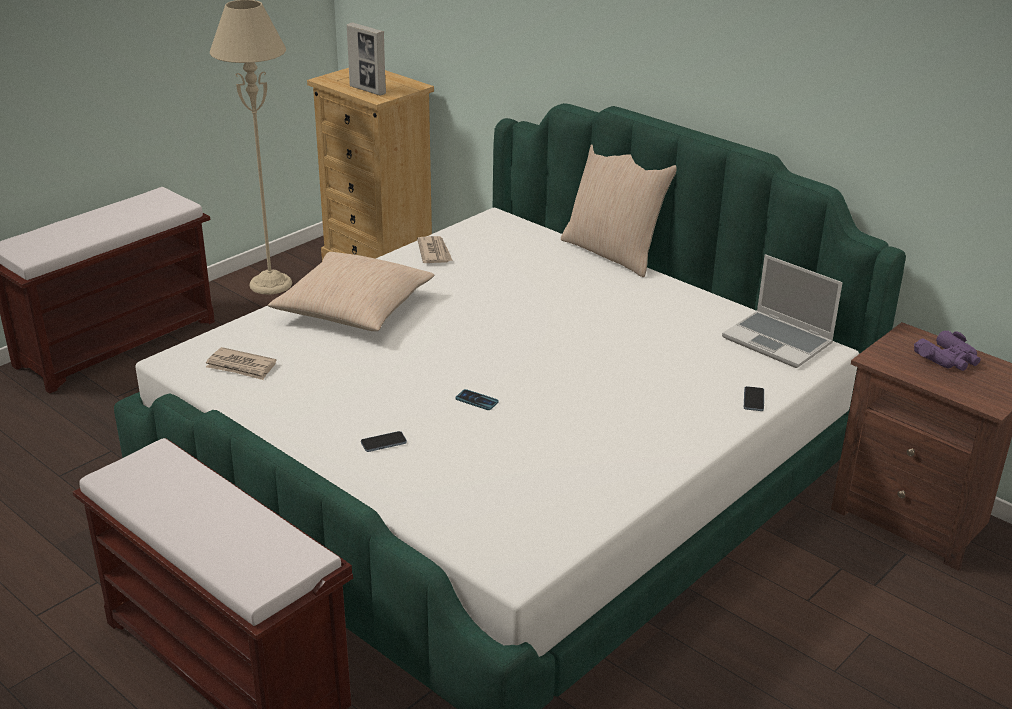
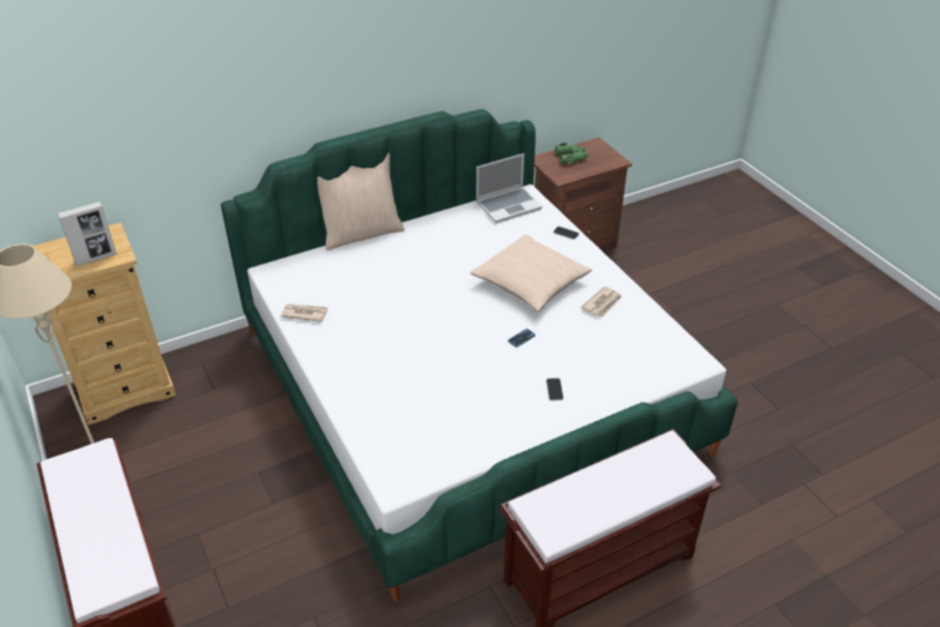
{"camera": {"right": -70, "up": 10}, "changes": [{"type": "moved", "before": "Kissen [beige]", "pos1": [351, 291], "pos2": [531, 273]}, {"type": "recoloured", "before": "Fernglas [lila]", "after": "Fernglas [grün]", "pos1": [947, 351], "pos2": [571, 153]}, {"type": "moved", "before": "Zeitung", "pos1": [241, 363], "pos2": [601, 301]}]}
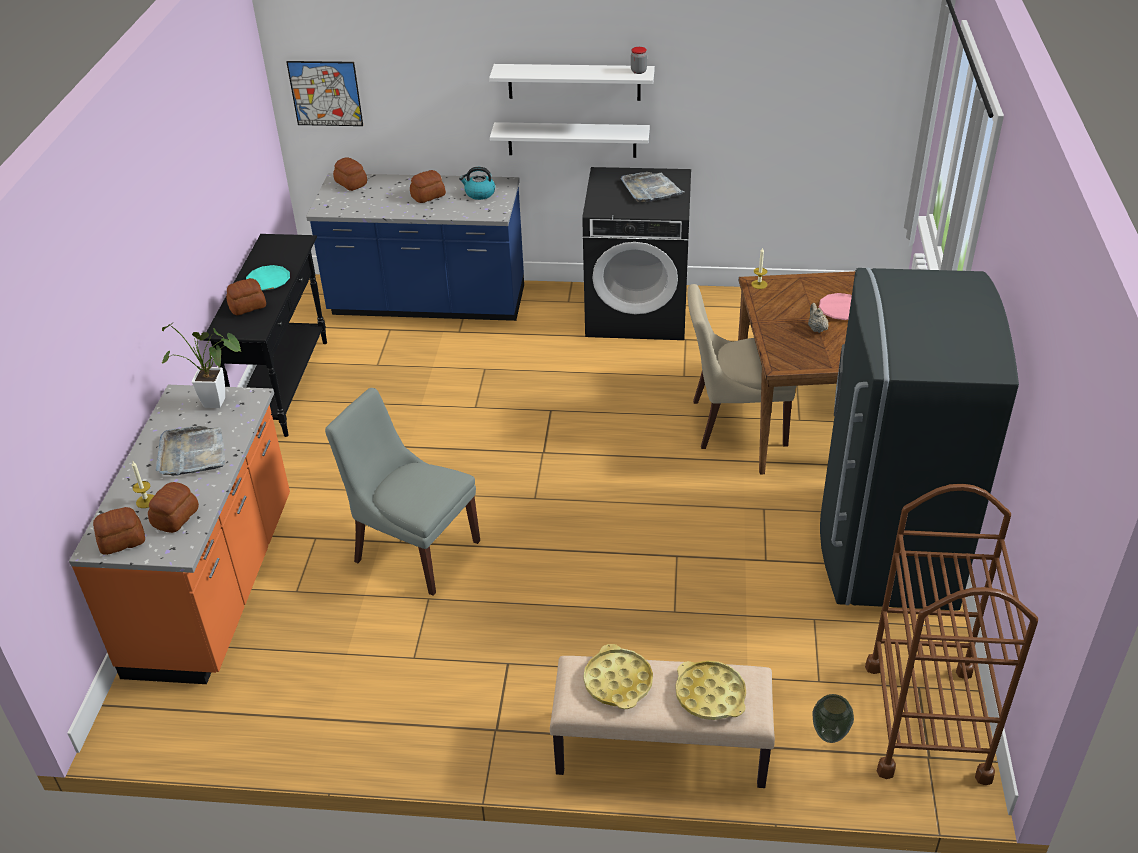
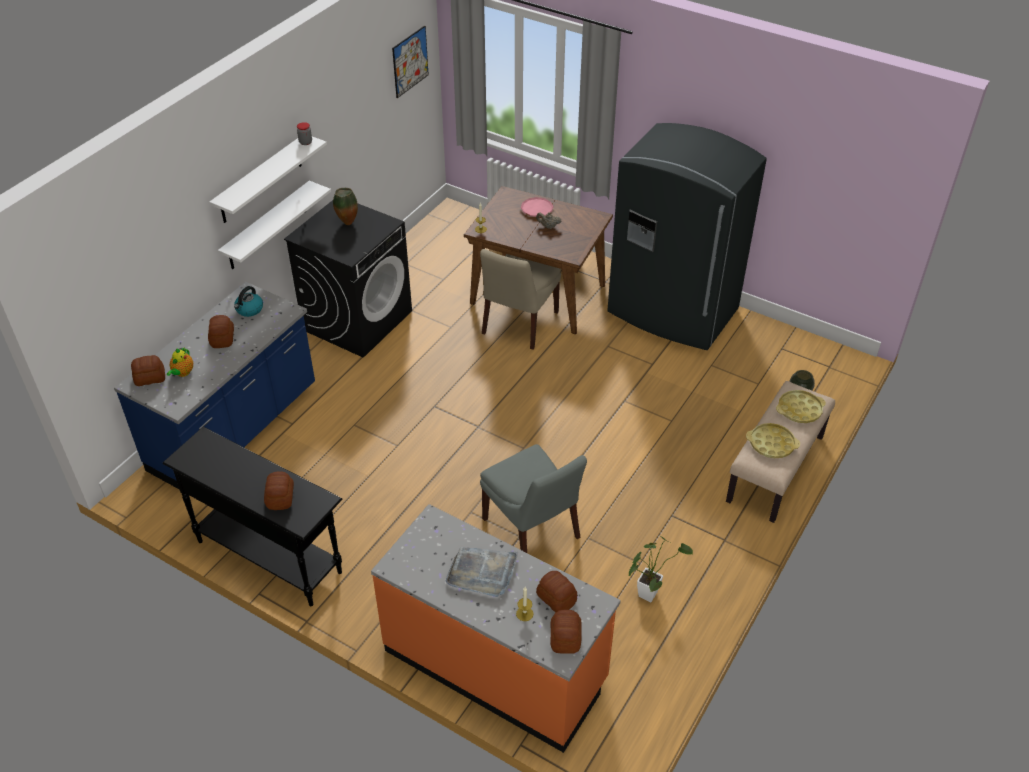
{"camera": {"right": -65, "up": 5}, "changes": [{"type": "added", "after": "Teekanne", "pos2": [180, 362]}, {"type": "replaced", "before": "Tablett [grau]", "after": "Vase", "pos1": [652, 187], "pos2": [345, 206]}, {"type": "moved", "before": "Bild", "pos1": [324, 93], "pos2": [410, 62]}, {"type": "turned", "before": "Stuhl [grau]", "pos1": [402, 492], "pos2": [533, 498], "turn": -90}, {"type": "moved", "before": "Topfpflanze", "pos1": [201, 365], "pos2": [661, 569]}, {"type": "removed", "before": "Teller [türkis]", "pos1": [268, 278]}, {"type": "removed", "before": "Rollwagen [braun]", "pos1": [951, 634]}]}
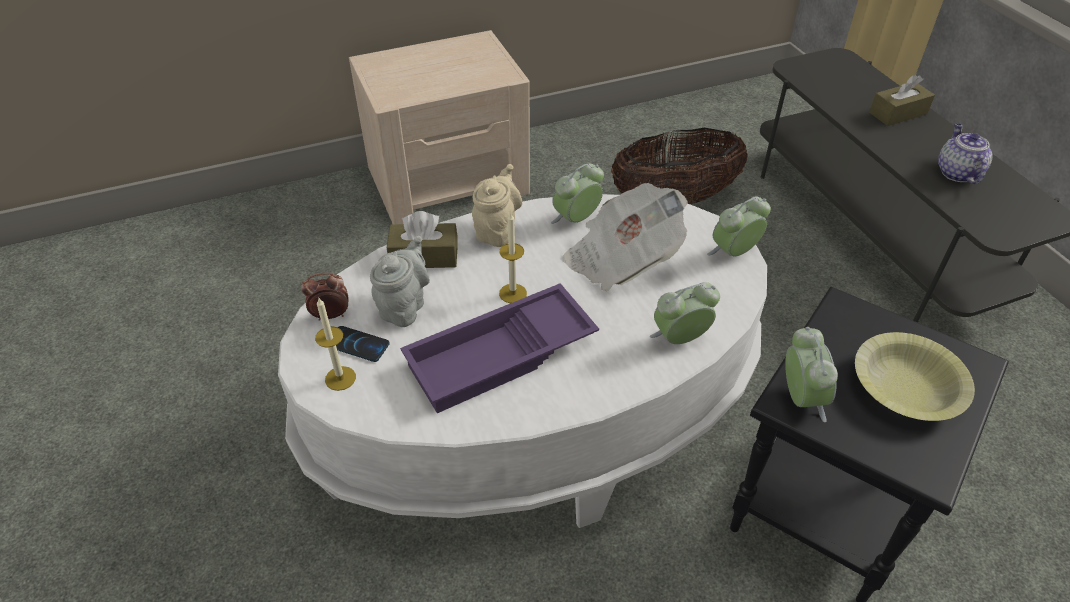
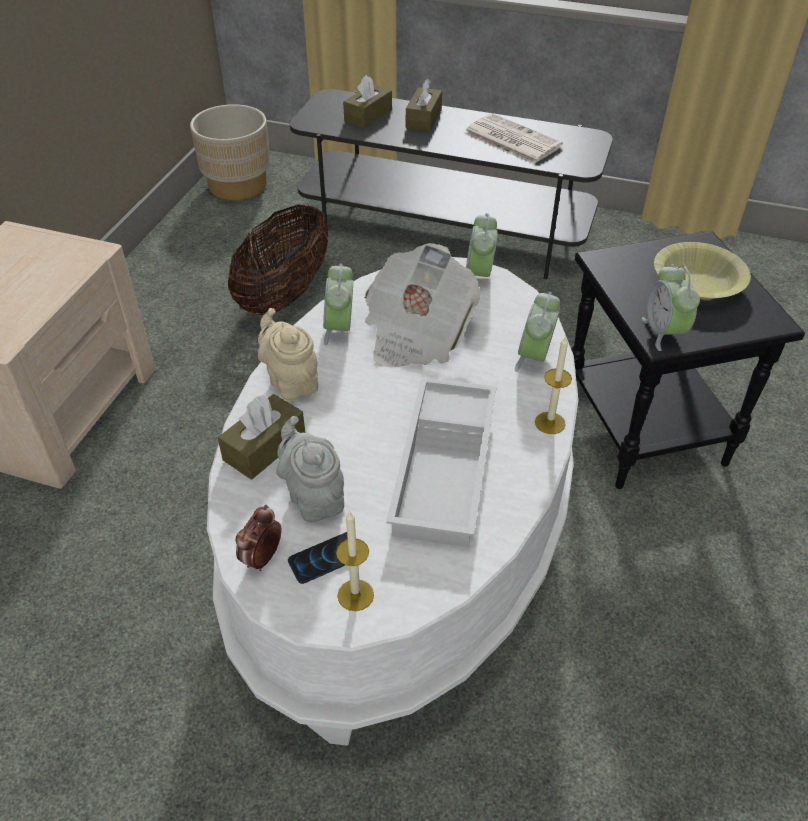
{"camera": {"right": -50, "up": 0}, "changes": [{"type": "added", "after": "Pflanzkübel [beige]", "pos2": [230, 152]}, {"type": "added", "after": "Taschentuchbox [braun]", "pos2": [367, 101]}, {"type": "recoloured", "before": "Tablett [lila]", "after": "Tablett [weiß]", "pos1": [499, 348], "pos2": [441, 462]}, {"type": "replaced", "before": "Teekanne", "after": "Zeitung", "pos1": [965, 153], "pos2": [513, 138]}, {"type": "moved", "before": "Kerze", "pos1": [513, 258], "pos2": [553, 385]}, {"type": "turned", "before": "Wecker", "pos1": [811, 374], "pos2": [671, 307], "turn": -135}]}
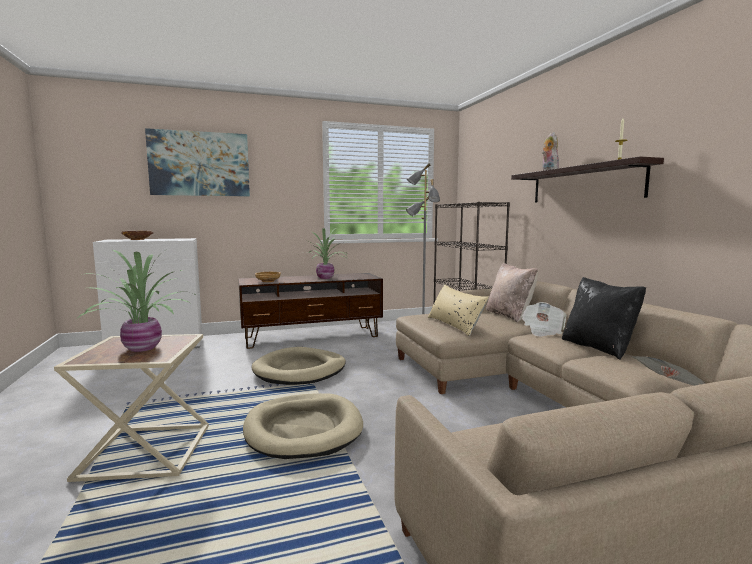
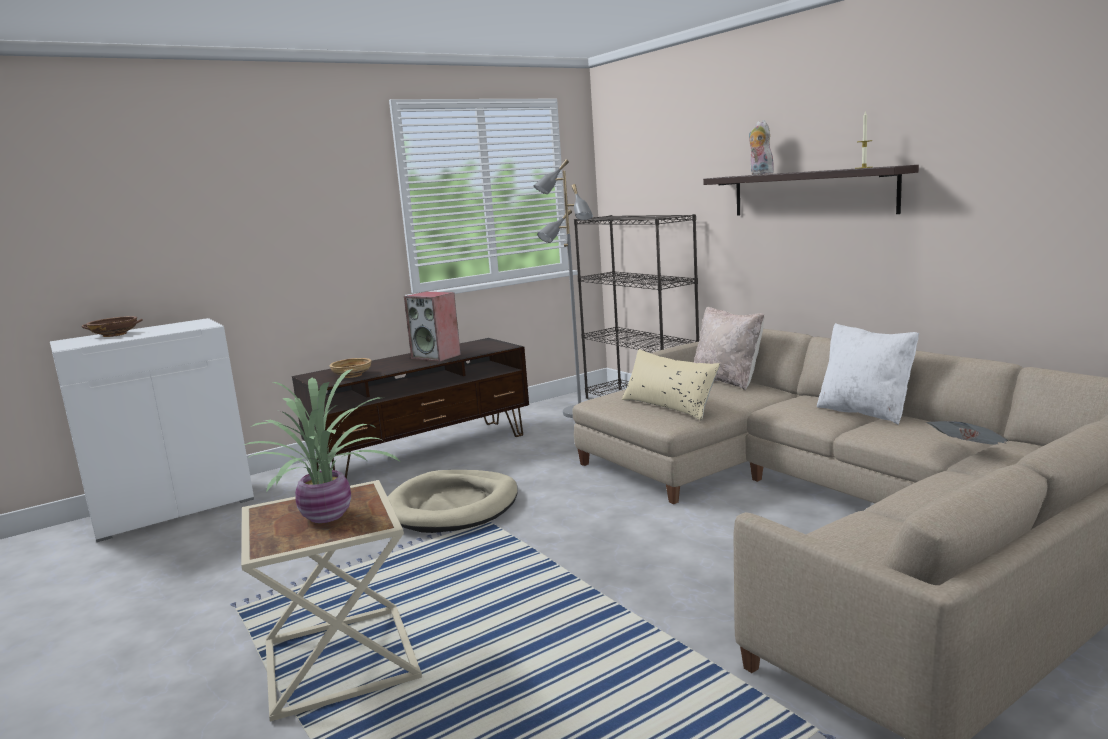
{"camera": {"right": -15, "up": 5}, "changes": [{"type": "replaced", "before": "Topfpflanze", "after": "Lautsprecher", "pos1": [325, 253], "pos2": [432, 327]}, {"type": "recoloured", "before": "Kissen [schwarz]", "after": "Kissen [weiß]", "pos1": [604, 318], "pos2": [868, 374]}, {"type": "removed", "before": "Bild", "pos1": [197, 162]}, {"type": "removed", "before": "Hundebett [beige]", "pos1": [303, 426]}, {"type": "removed", "before": "Zeitung", "pos1": [544, 319]}]}
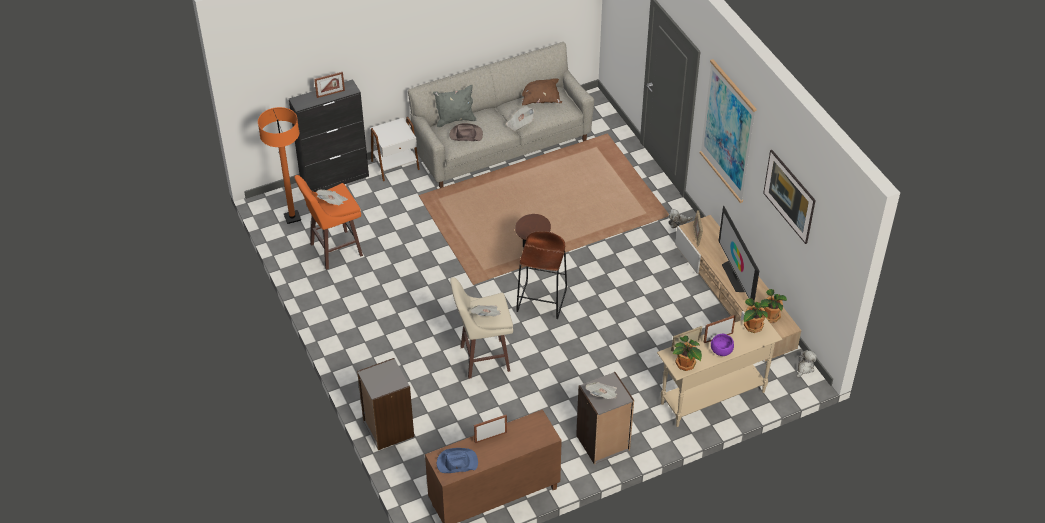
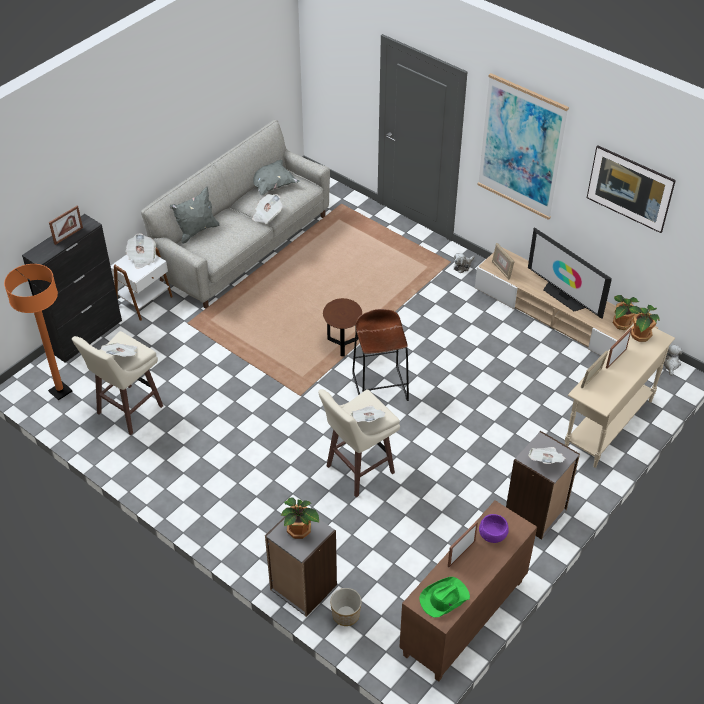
{"camera": {"right": -25, "up": 0}, "changes": [{"type": "recoloured", "before": "Hocker [orange]", "after": "Hocker [beige]", "pos1": [328, 222], "pos2": [117, 383]}, {"type": "added", "after": "Zeitung", "pos2": [140, 251]}, {"type": "recoloured", "before": "Kissen [braun]", "after": "Kissen [grau]", "pos1": [542, 91], "pos2": [276, 177]}, {"type": "moved", "before": "Topfpflanze", "pos1": [687, 353], "pos2": [299, 518]}, {"type": "added", "after": "Pflanzkübel", "pos2": [346, 607]}, {"type": "recoloured", "before": "Hut [blau]", "after": "Hut [grün]", "pos1": [457, 460], "pos2": [444, 597]}, {"type": "moved", "before": "Schüssel [lila]", "pos1": [722, 345], "pos2": [494, 528]}, {"type": "removed", "before": "Hut [braun]", "pos1": [466, 132]}]}
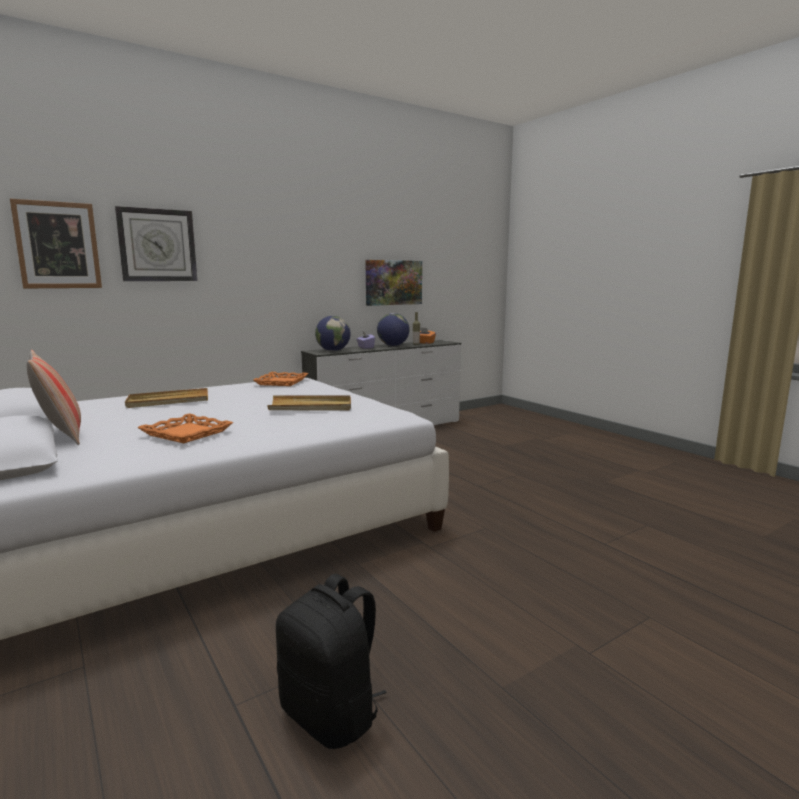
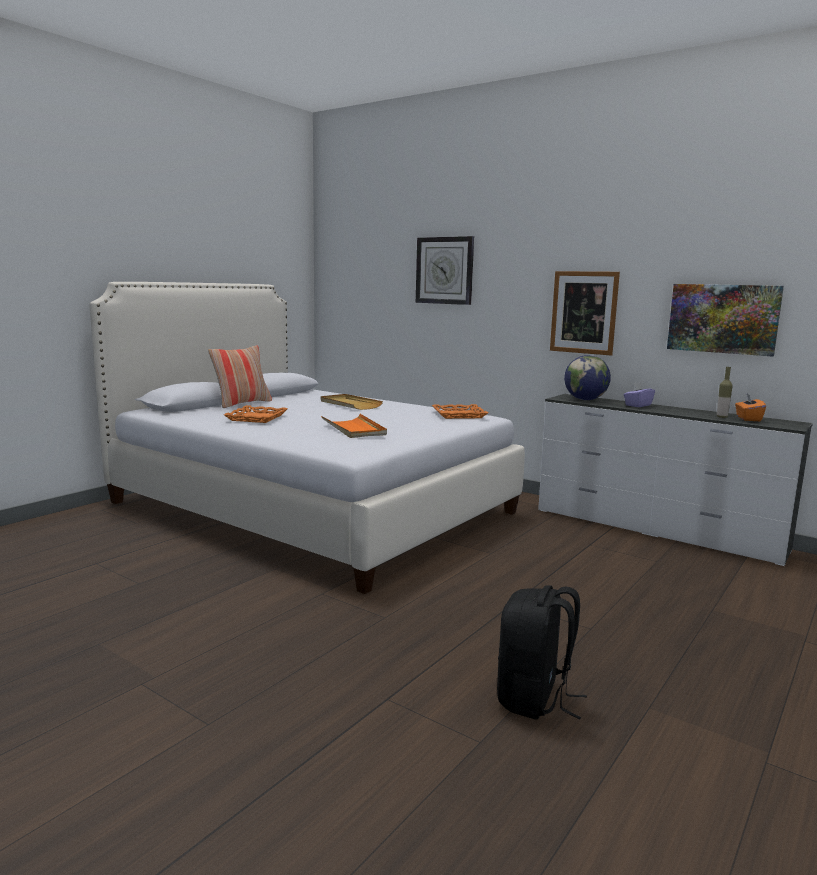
{"camera": {"right": 70, "up": 0}, "changes": [{"type": "recoloured", "before": "Tablett [beige]", "after": "Tablett [orange]", "pos1": [309, 403], "pos2": [354, 426]}, {"type": "moved", "before": "Rucksack [schwarz]", "pos1": [331, 661], "pos2": [542, 652]}, {"type": "moved", "before": "Bild", "pos1": [56, 243], "pos2": [585, 313]}, {"type": "removed", "before": "Globus", "pos1": [393, 329]}]}
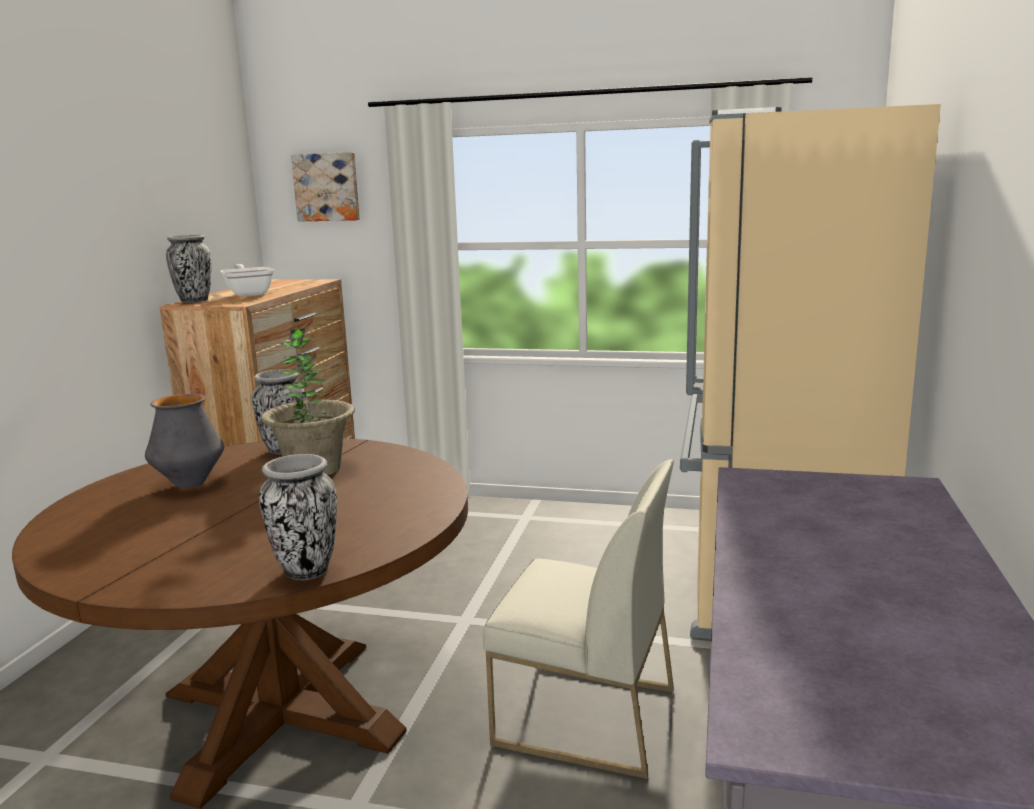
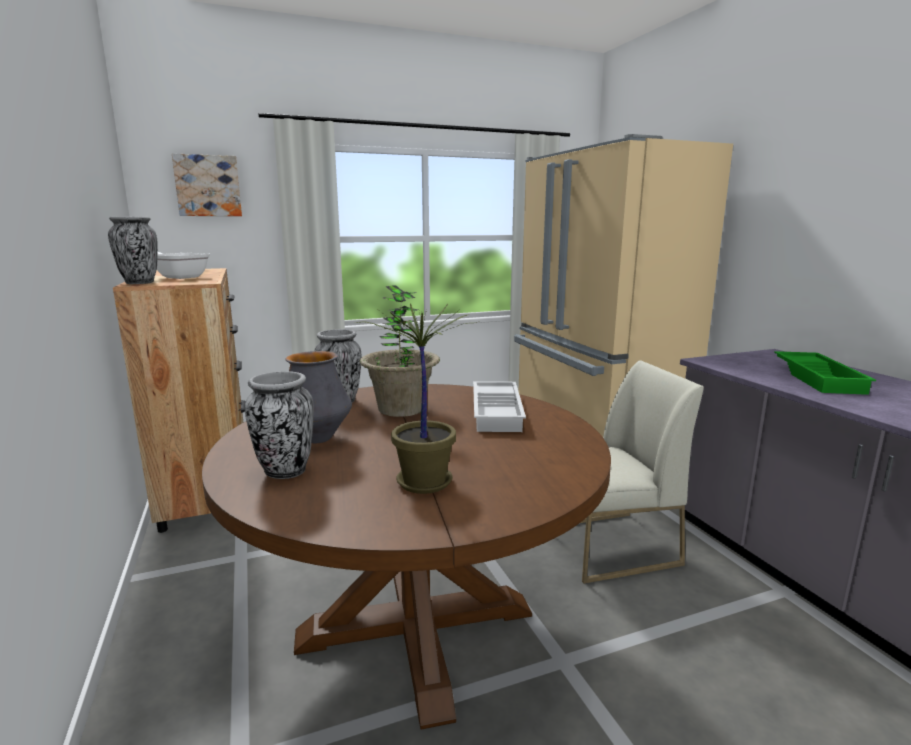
{"camera": {"right": -35, "up": 0}, "changes": [{"type": "moved", "before": "Vase", "pos1": [298, 517], "pos2": [279, 425]}, {"type": "added", "after": "Topfpflanze", "pos2": [418, 398]}, {"type": "added", "after": "Tablett [weiß]", "pos2": [499, 406]}, {"type": "added", "after": "Tablett [grün]", "pos2": [825, 373]}]}
